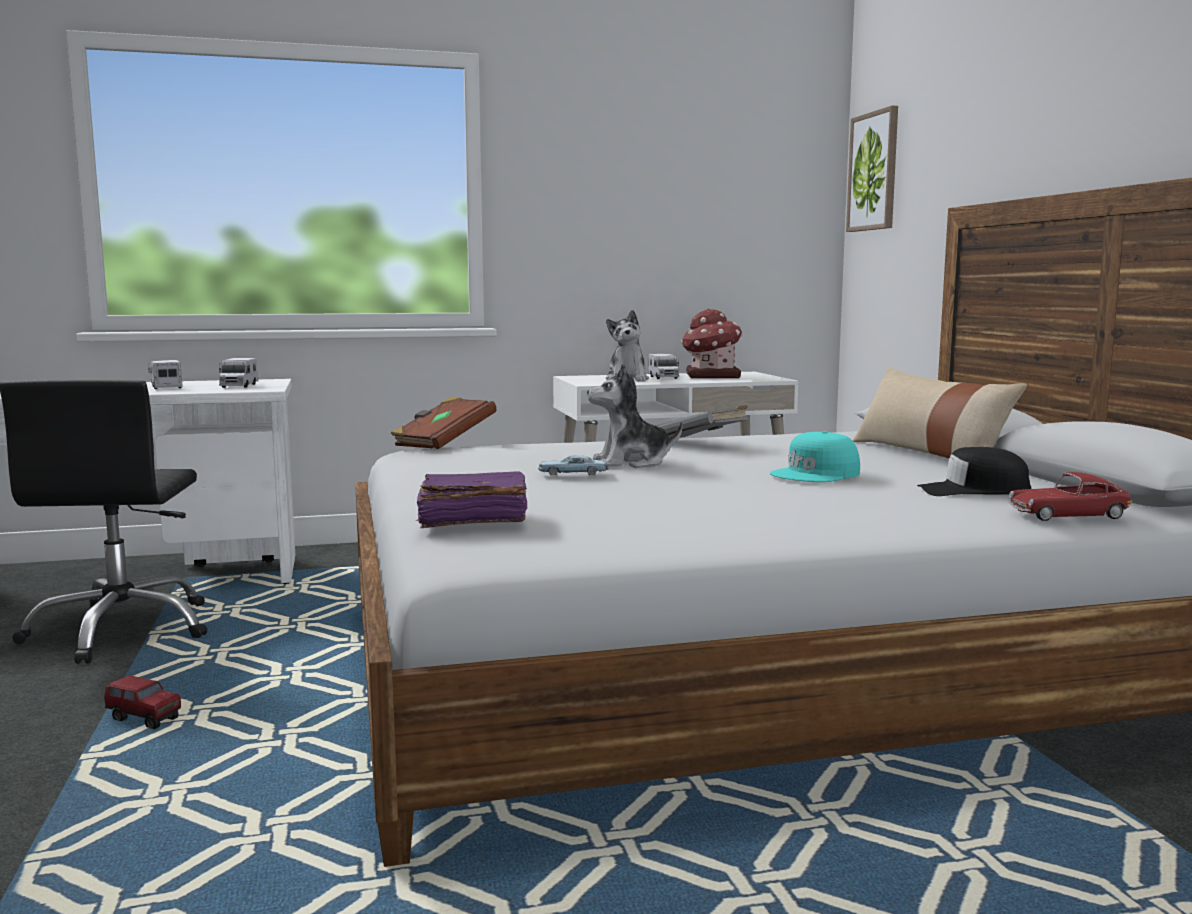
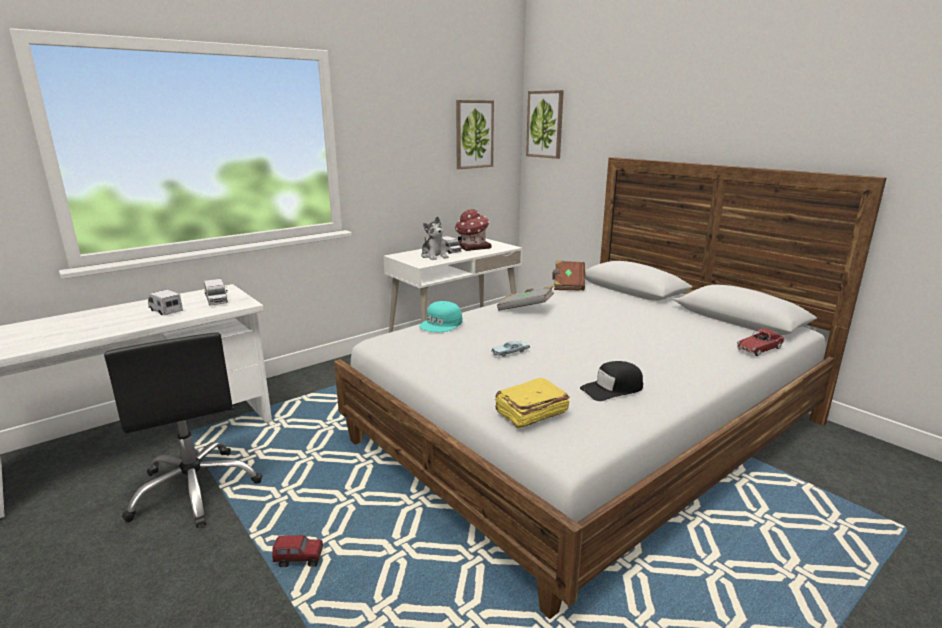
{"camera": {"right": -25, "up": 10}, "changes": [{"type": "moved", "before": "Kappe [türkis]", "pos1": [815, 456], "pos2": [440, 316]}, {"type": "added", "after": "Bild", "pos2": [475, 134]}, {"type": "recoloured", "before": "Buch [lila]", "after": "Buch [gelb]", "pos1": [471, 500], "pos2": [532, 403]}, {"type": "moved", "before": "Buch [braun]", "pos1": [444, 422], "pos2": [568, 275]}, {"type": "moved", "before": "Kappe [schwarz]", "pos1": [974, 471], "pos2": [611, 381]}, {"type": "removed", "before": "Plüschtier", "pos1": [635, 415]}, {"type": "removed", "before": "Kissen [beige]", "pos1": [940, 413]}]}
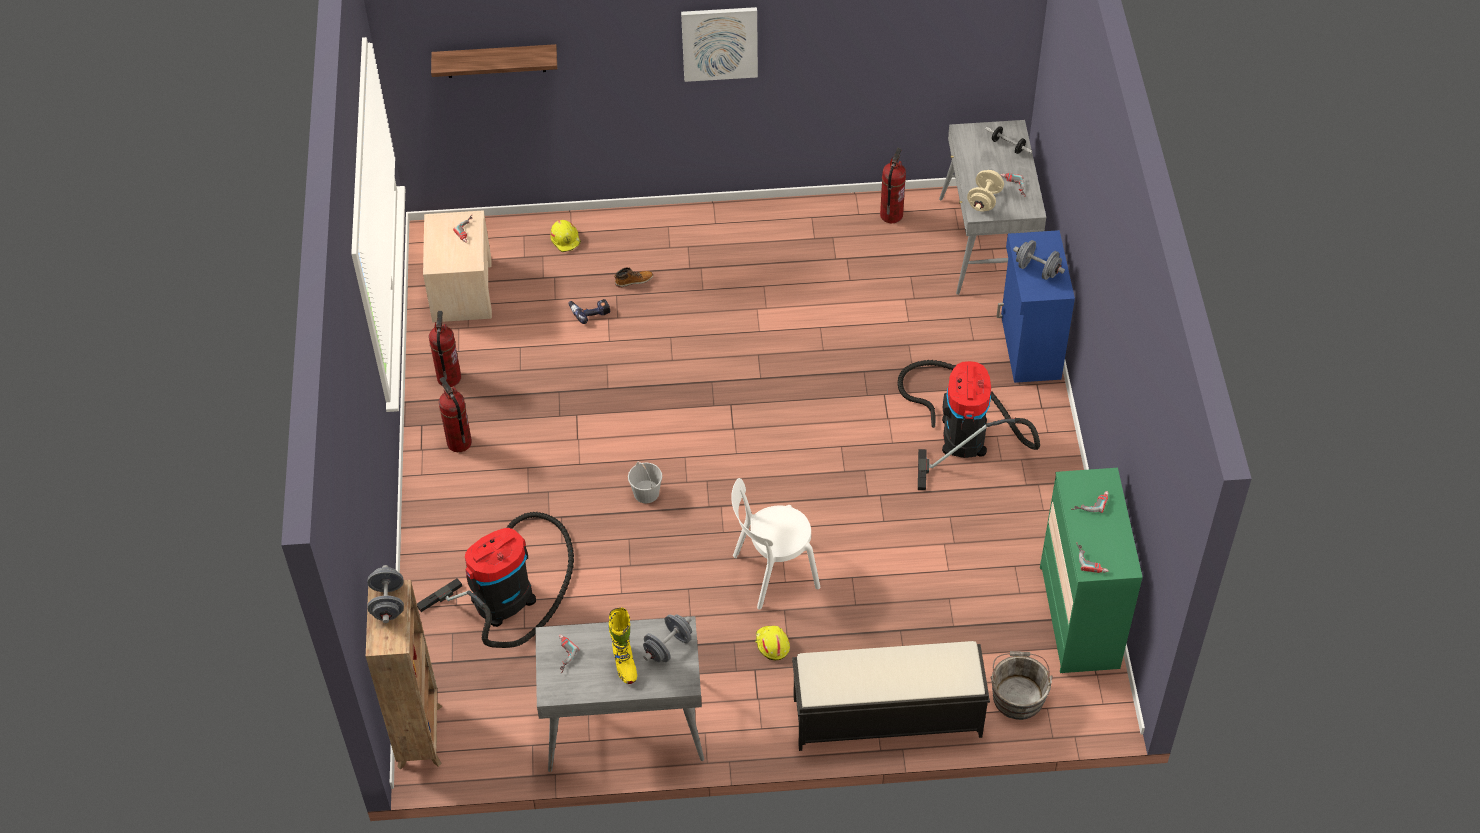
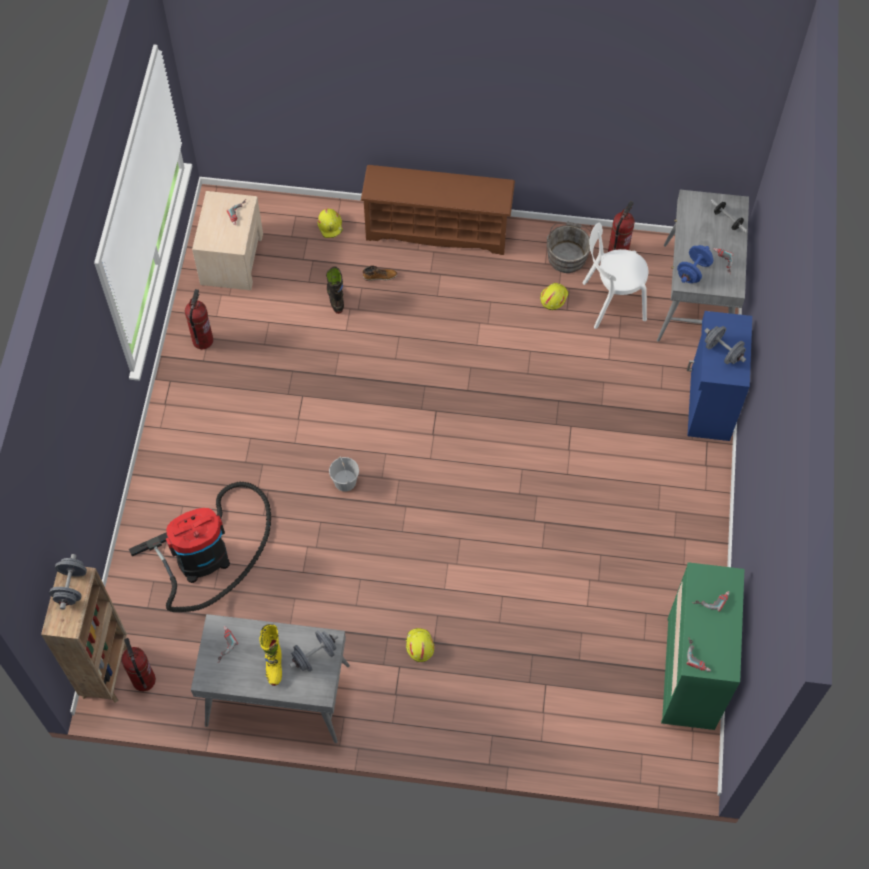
{"camera": {"right": 10, "up": 10}, "changes": [{"type": "moved", "before": "Feuerlöscher", "pos1": [455, 414], "pos2": [138, 664]}, {"type": "replaced", "before": "Bohrmaschine", "after": "Stiefel [schwarz]", "pos1": [589, 311], "pos2": [335, 290]}, {"type": "added", "after": "Schuhregal [braun]", "pos2": [438, 210]}, {"type": "added", "after": "Schutzhelm [gelb]", "pos2": [554, 296]}, {"type": "moved", "before": "Eimer [grau]", "pos1": [1022, 685], "pos2": [569, 247]}, {"type": "moved", "before": "Stuhl [weiß]", "pos1": [775, 544], "pos2": [615, 276]}, {"type": "recoloured", "before": "Hantel [beige]", "after": "Hantel [blau]", "pos1": [985, 190], "pos2": [695, 264]}, {"type": "removed", "before": "Wandregal", "pos1": [494, 61]}, {"type": "removed", "before": "Bild", "pos1": [719, 44]}, {"type": "removed", "before": "Bank [schwarz]", "pos1": [891, 696]}, {"type": "removed", "before": "Staubsauger", "pos1": [968, 425]}]}
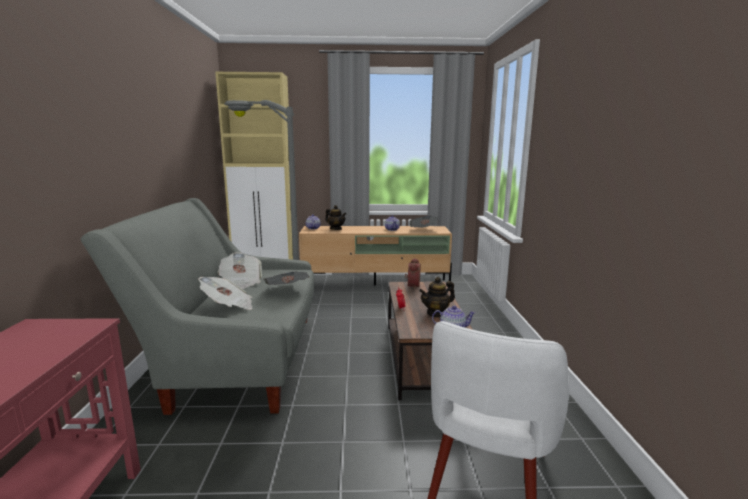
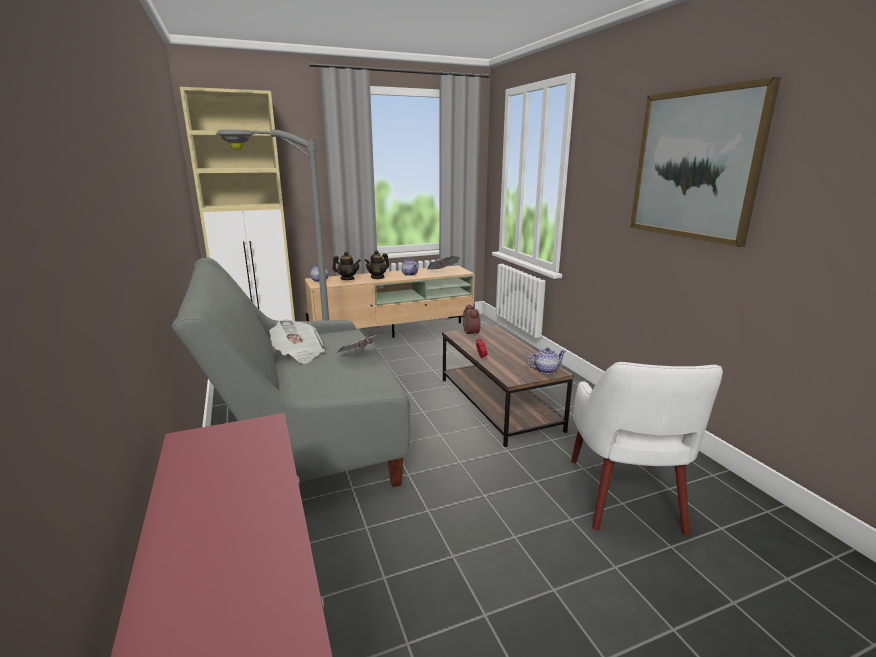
{"camera": {"right": -20, "up": 5}, "changes": [{"type": "moved", "before": "Teekanne", "pos1": [437, 297], "pos2": [376, 264]}, {"type": "added", "after": "Bild", "pos2": [705, 162]}, {"type": "removed", "before": "Zeitung", "pos1": [225, 293]}]}
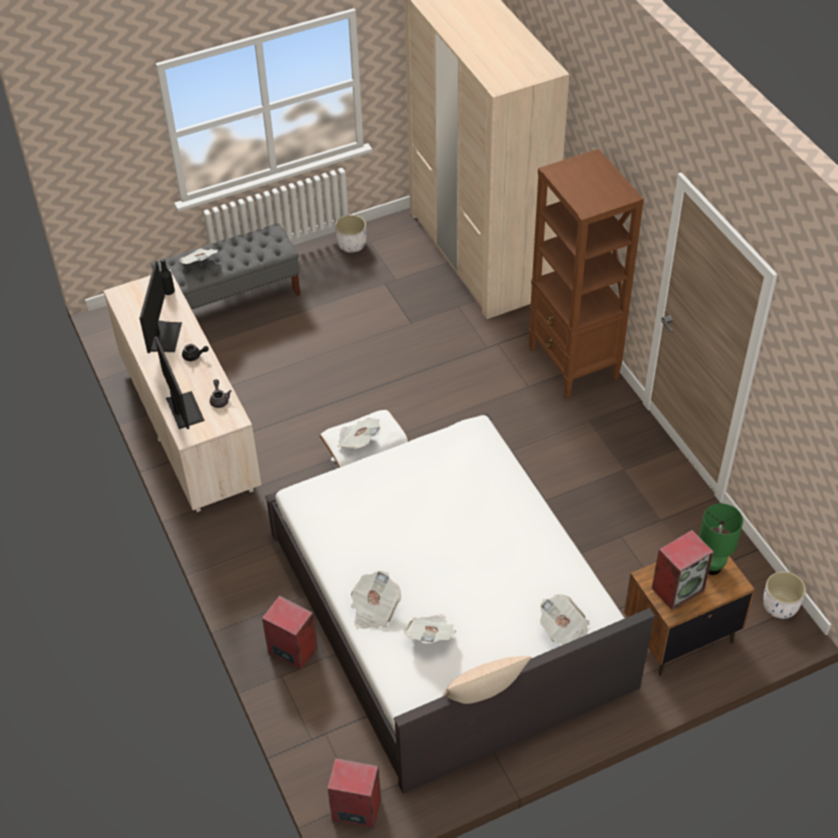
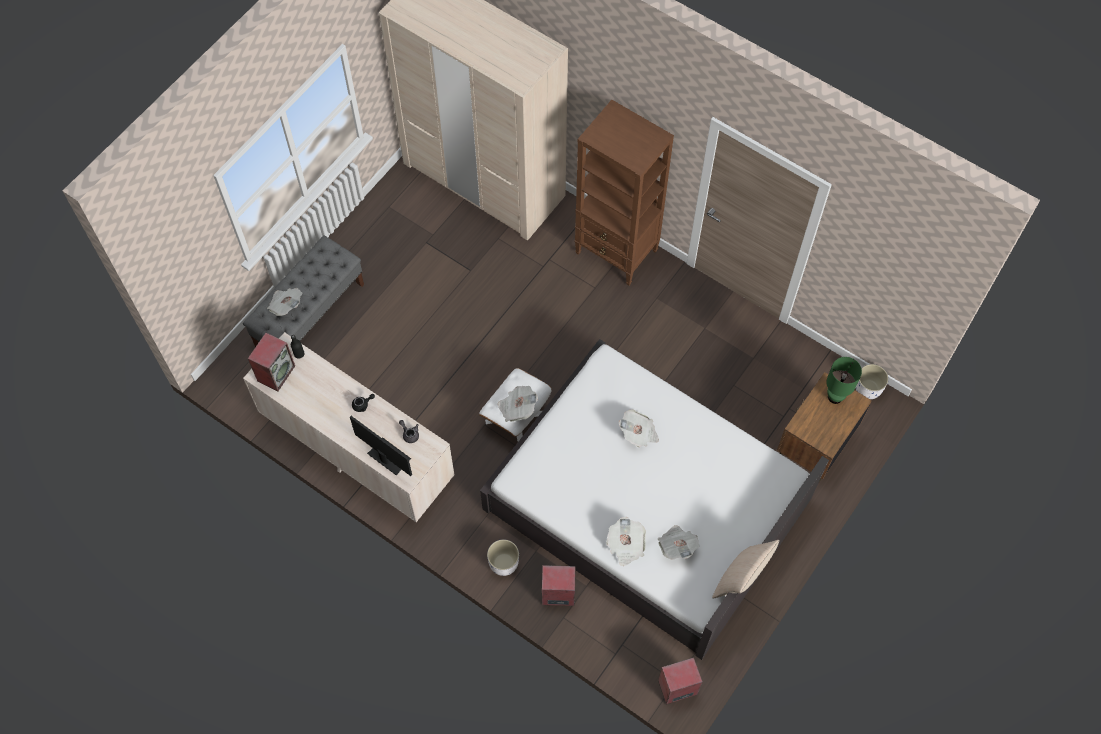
{"camera": {"right": -30, "up": 15}, "changes": [{"type": "moved", "before": "Lautsprecher", "pos1": [683, 570], "pos2": [271, 362]}, {"type": "moved", "before": "Pflanzkübel [weiß]", "pos1": [350, 234], "pos2": [503, 557]}, {"type": "moved", "before": "Zeitung", "pos1": [565, 619], "pos2": [639, 428]}, {"type": "removed", "before": "Monitor", "pos1": [160, 307]}]}
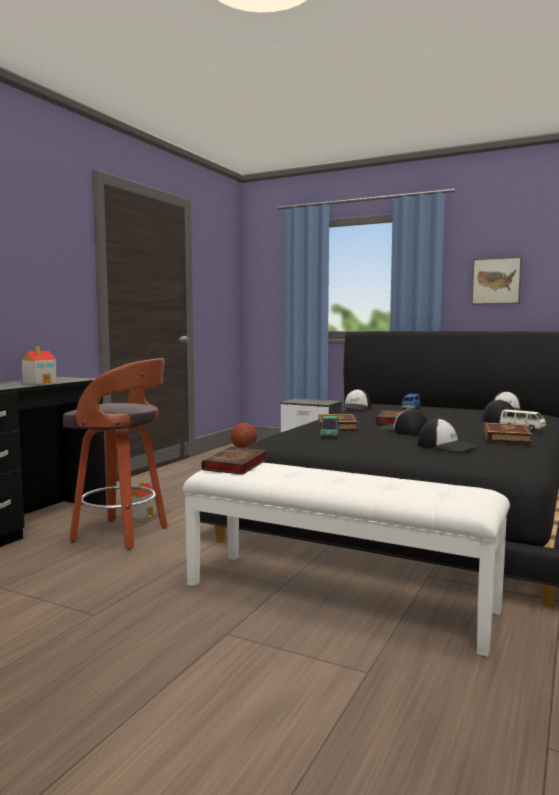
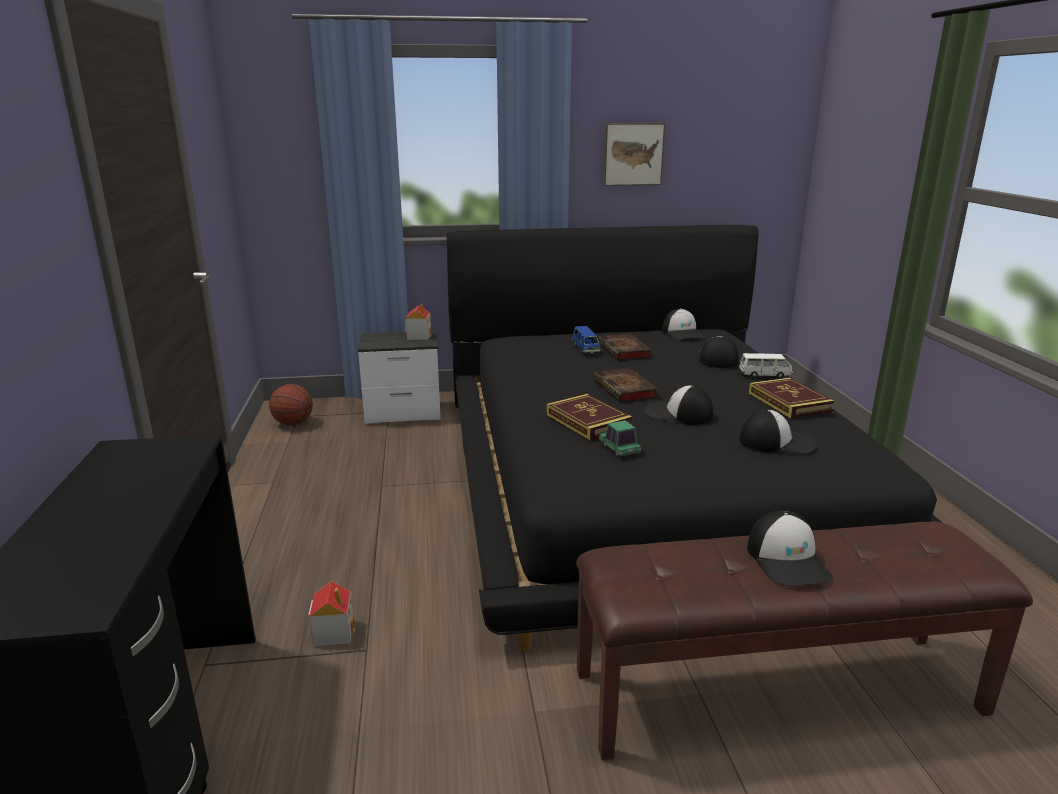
{"camera": {"right": -35, "up": 15}, "changes": [{"type": "moved", "before": "Spielzeughaus", "pos1": [39, 366], "pos2": [418, 322]}, {"type": "recoloured", "before": "Bank [weiß]", "after": "Bank [braun]", "pos1": [346, 560], "pos2": [804, 641]}, {"type": "moved", "before": "Buch", "pos1": [234, 461], "pos2": [625, 347]}, {"type": "moved", "before": "Kappe", "pos1": [355, 399], "pos2": [790, 548]}, {"type": "removed", "before": "Hocker", "pos1": [115, 454]}]}
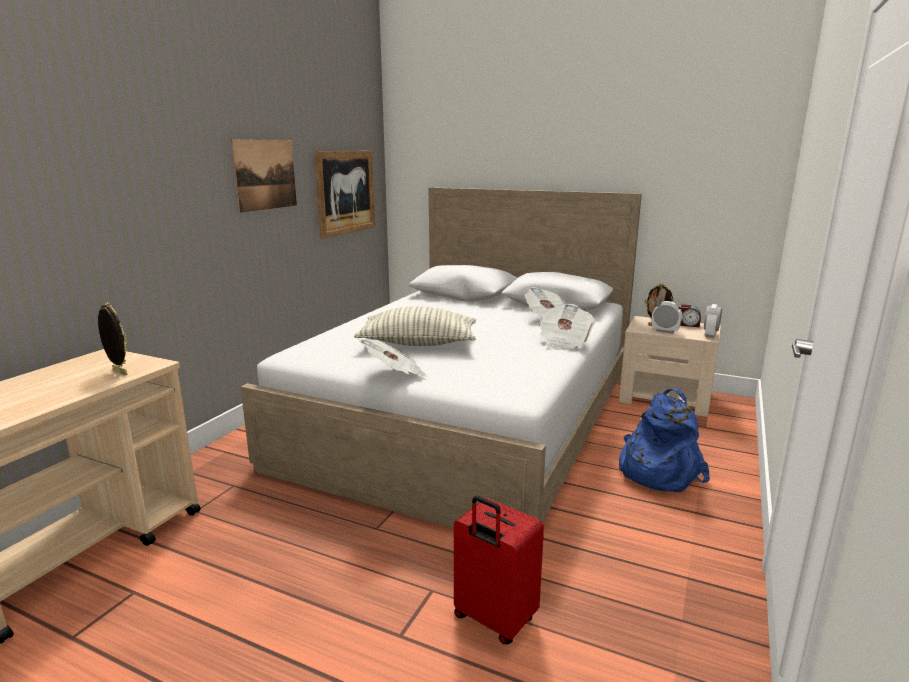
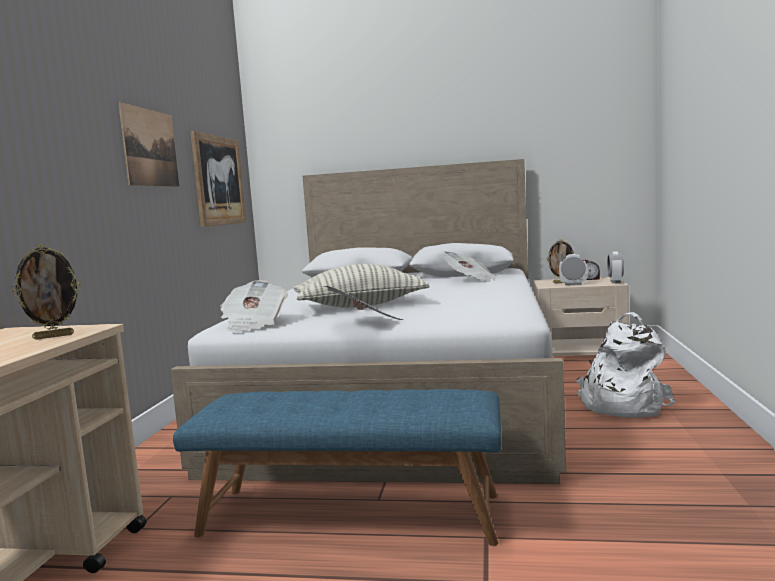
{"camera": {"right": -15, "up": -10}, "changes": [{"type": "turned", "before": "Bilderrahmen", "pos1": [112, 338], "pos2": [46, 292], "turn": 135}, {"type": "added", "after": "Bank [blau]", "pos2": [337, 467]}, {"type": "moved", "before": "Zeitung", "pos1": [567, 327], "pos2": [254, 306]}, {"type": "recoloured", "before": "Rucksack [blau]", "after": "Rucksack [weiß]", "pos1": [664, 440], "pos2": [626, 365]}, {"type": "removed", "before": "Koffer [rot]", "pos1": [499, 570]}]}
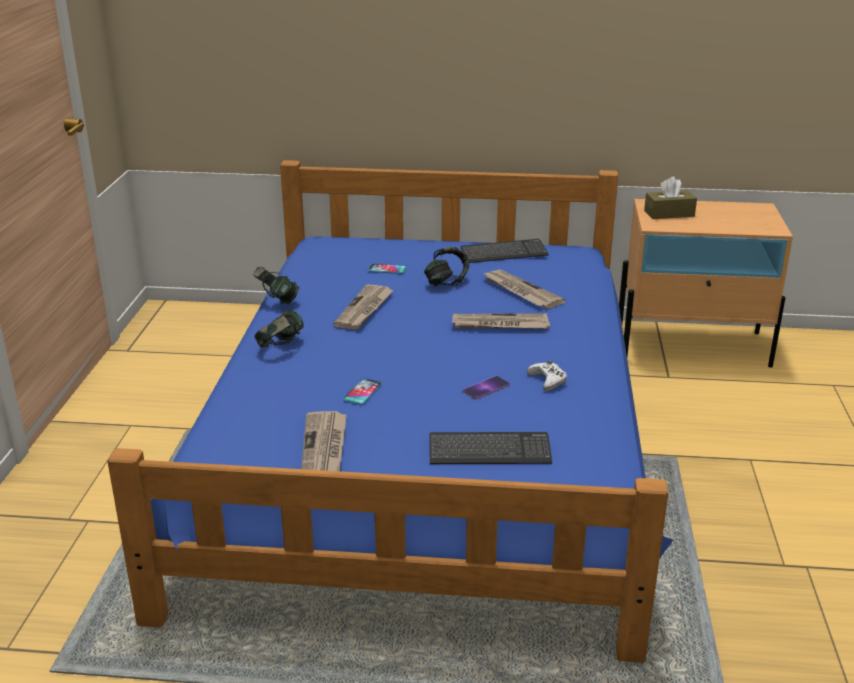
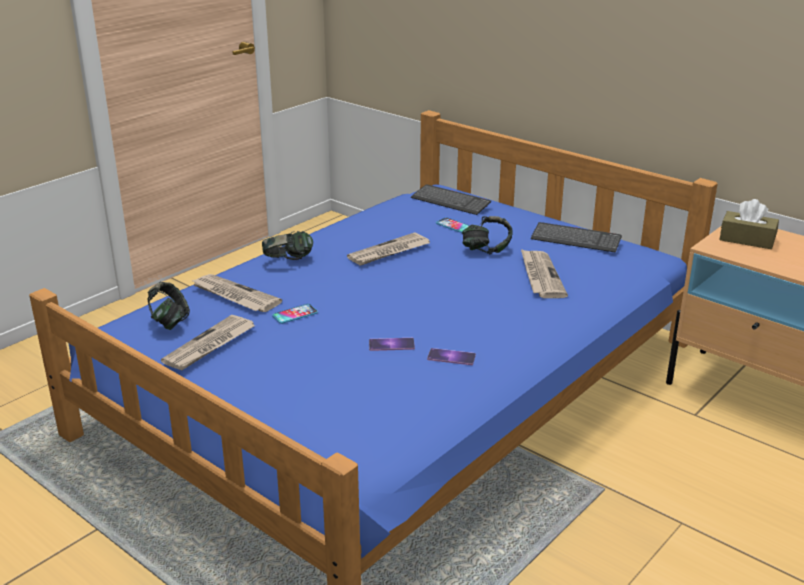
{"camera": {"right": 35, "up": 0}, "changes": [{"type": "moved", "before": "Kopfhörer", "pos1": [276, 285], "pos2": [168, 306]}, {"type": "moved", "before": "Zeitung", "pos1": [501, 320], "pos2": [236, 293]}, {"type": "moved", "before": "Tastatur", "pos1": [490, 448], "pos2": [451, 199]}, {"type": "replaced", "before": "Gamepad [weiß]", "after": "Handy", "pos1": [547, 375], "pos2": [451, 356]}]}
